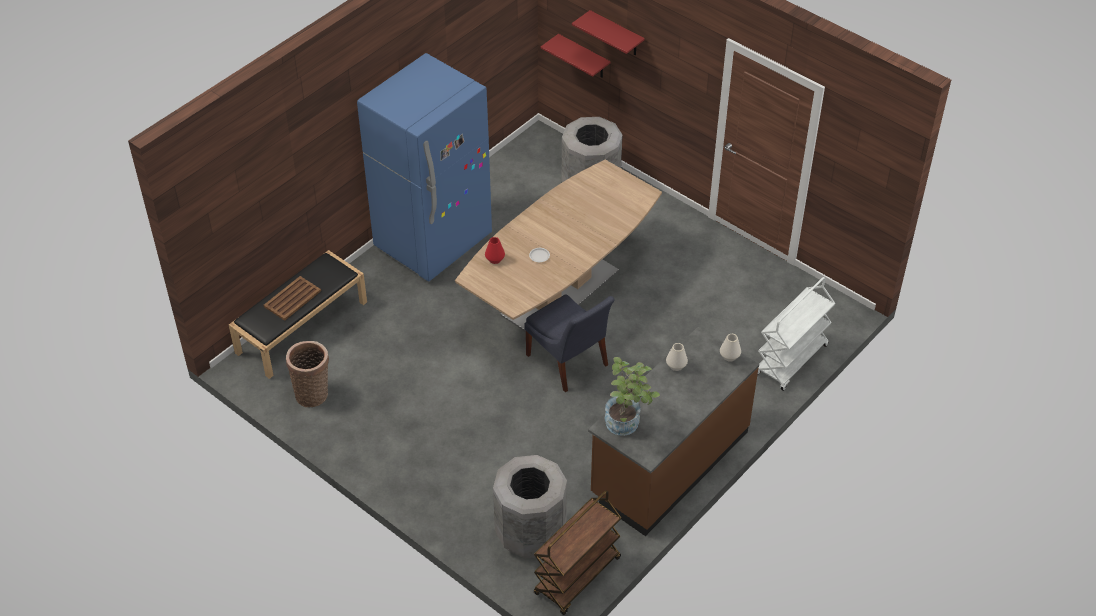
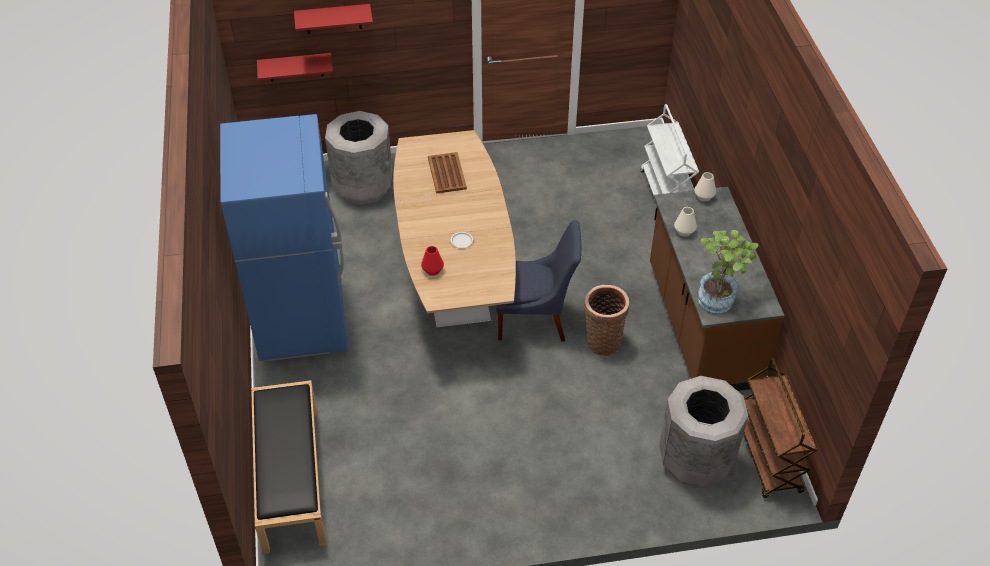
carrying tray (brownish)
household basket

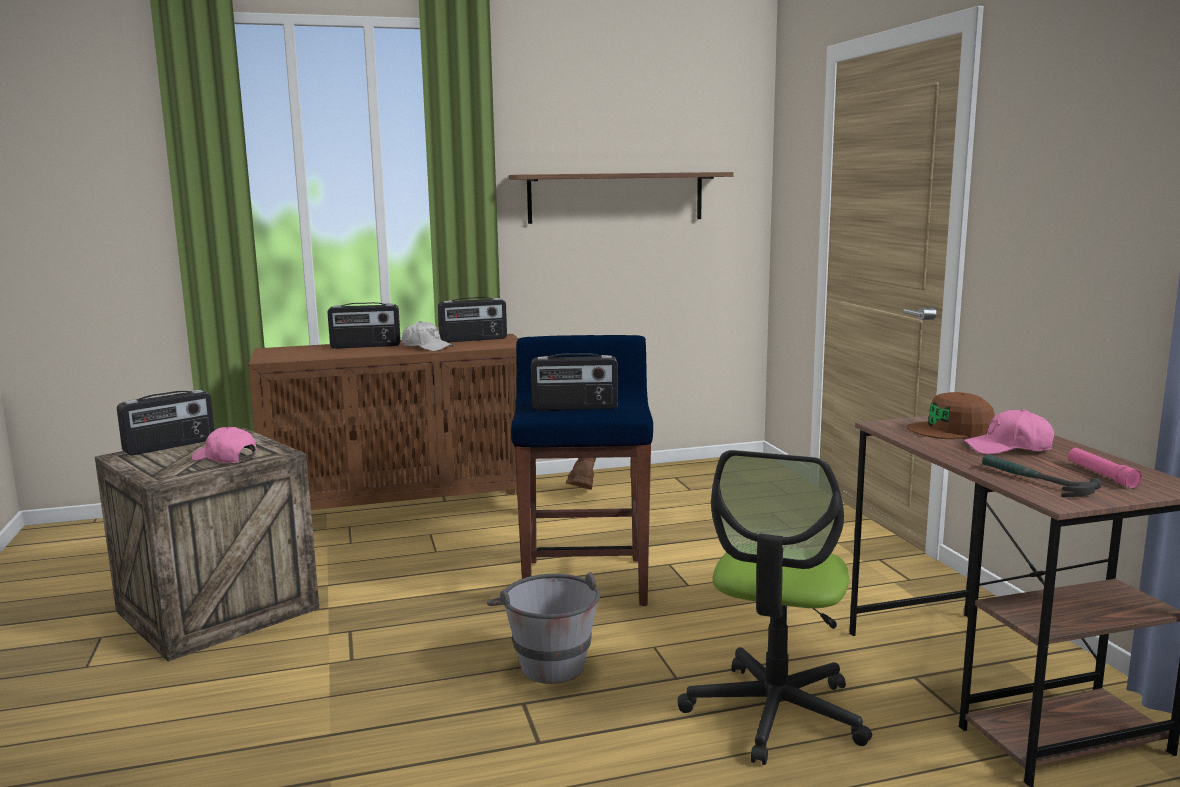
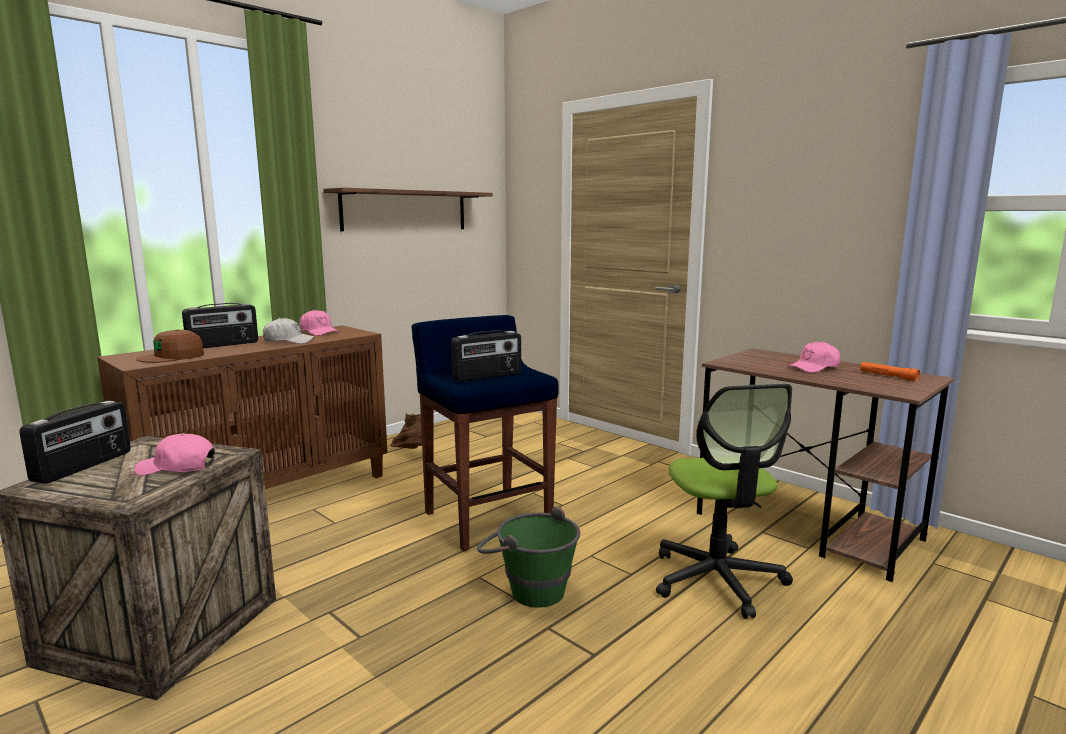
baseball cap (pink-coloured) (2nd from left)
water bucket (green)
baseball cap (brownish)
hammer
flashlight (orange-coloured)

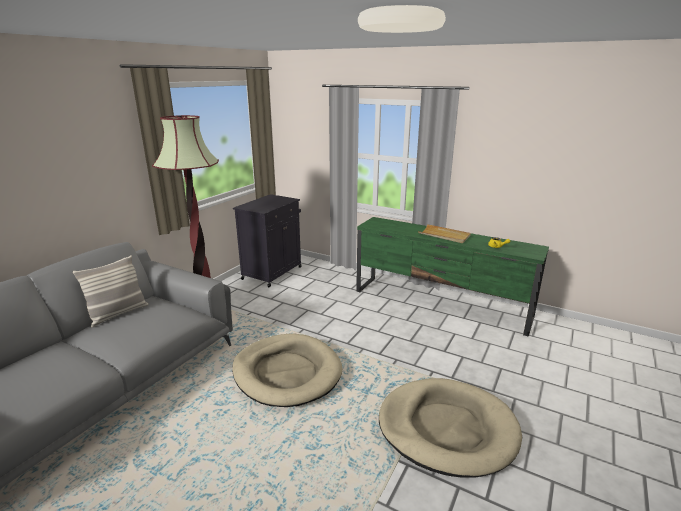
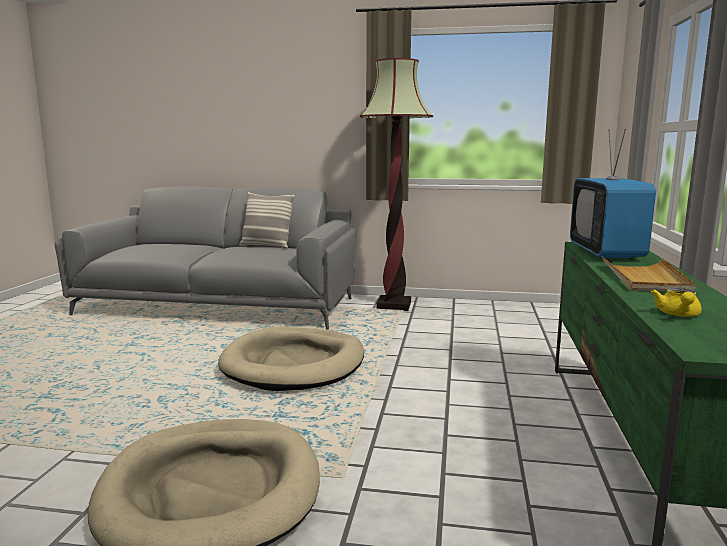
storage cabinet (black-coloured)
TV

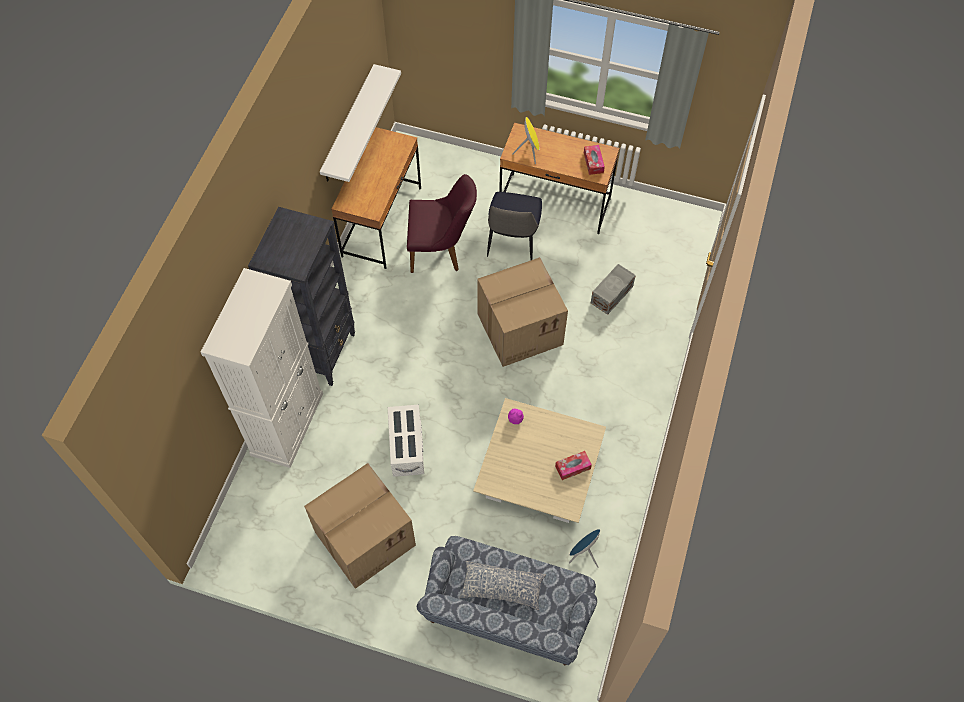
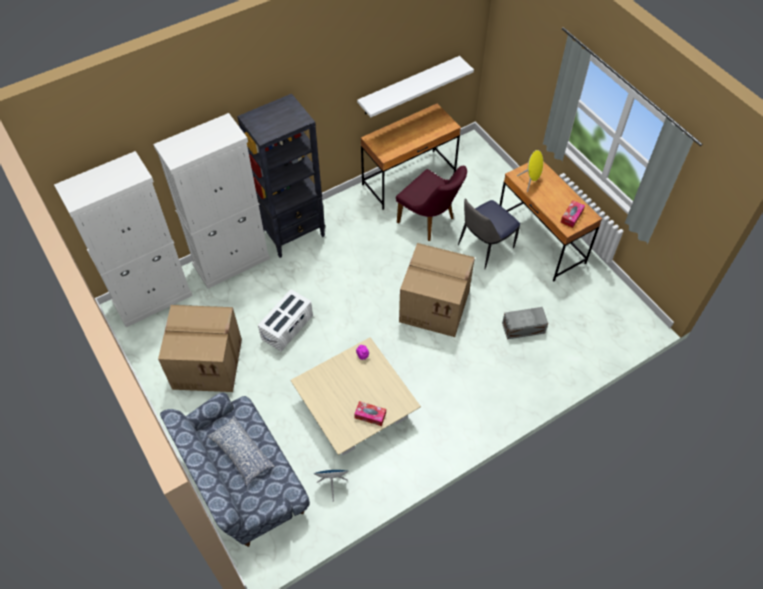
storage cabinet (white) (1st from left)

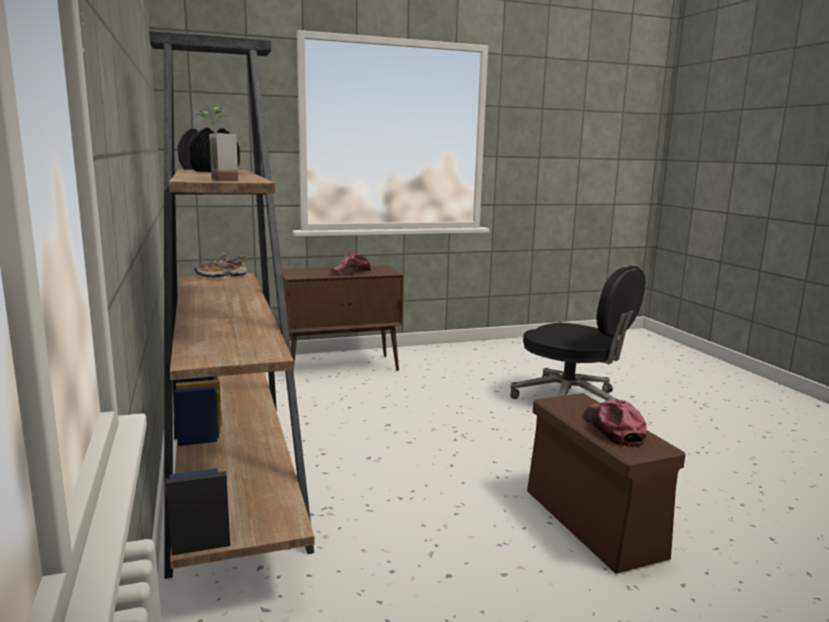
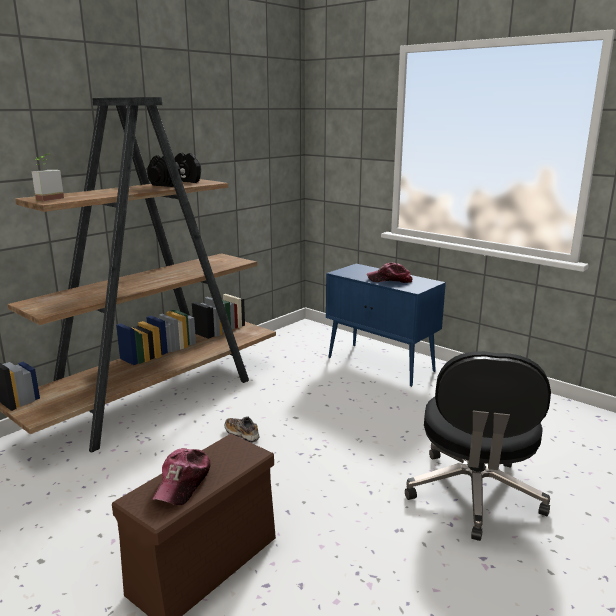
shoe
storage cabinet (blue)
baseball cap (1st from left)

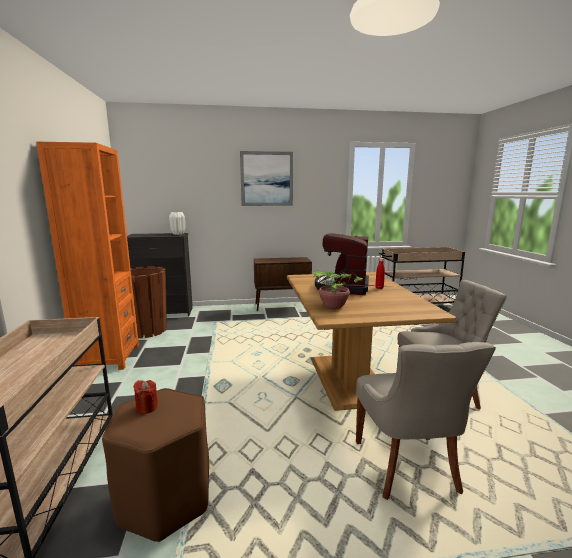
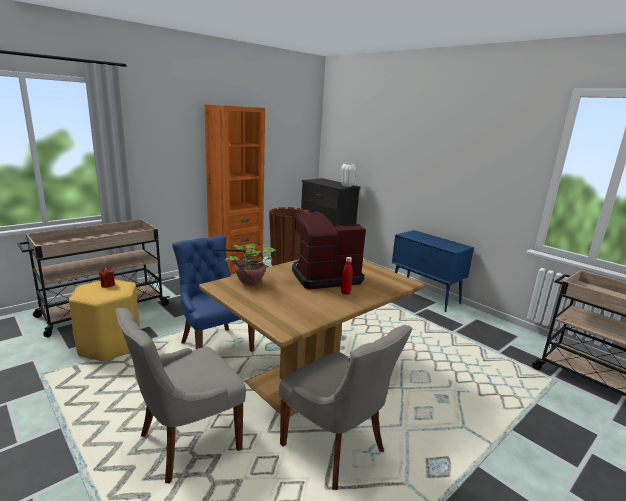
sitting stool (yellow)
picture
storage cabinet (blue)
plain chair (blue)

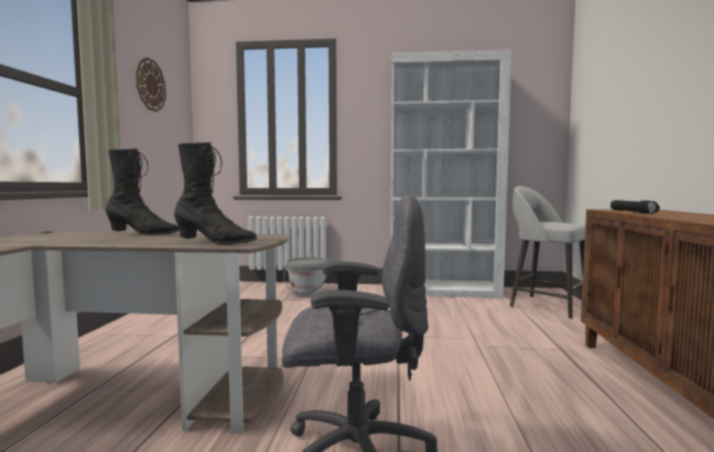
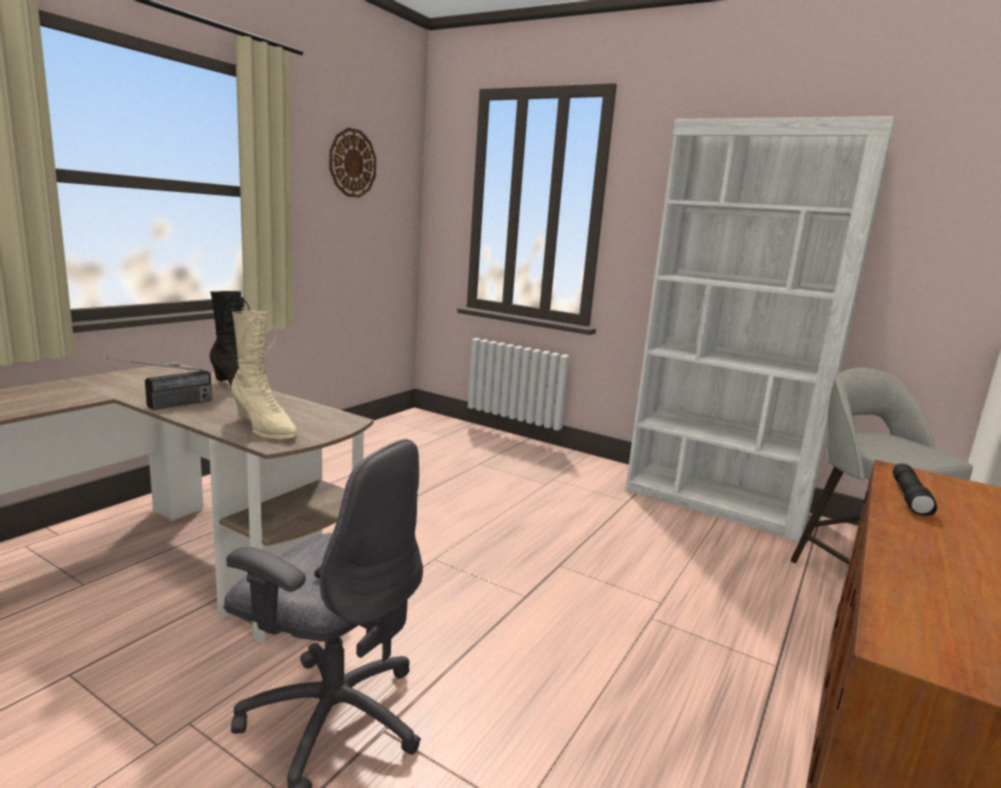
boot (beige-coloured)
water bucket (greyish)
radio receiver

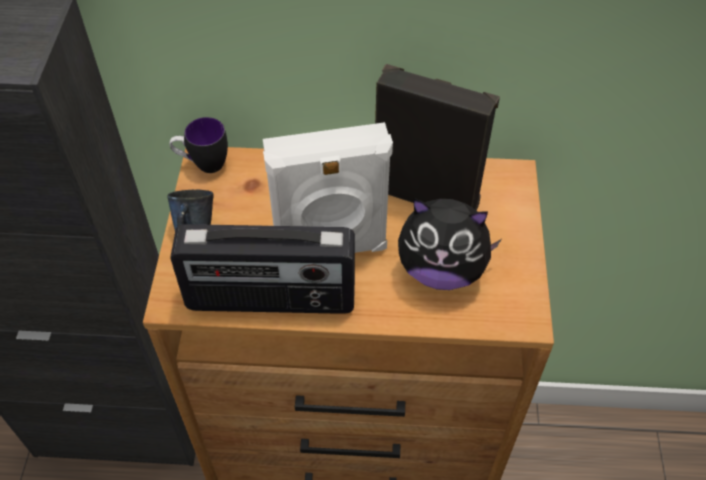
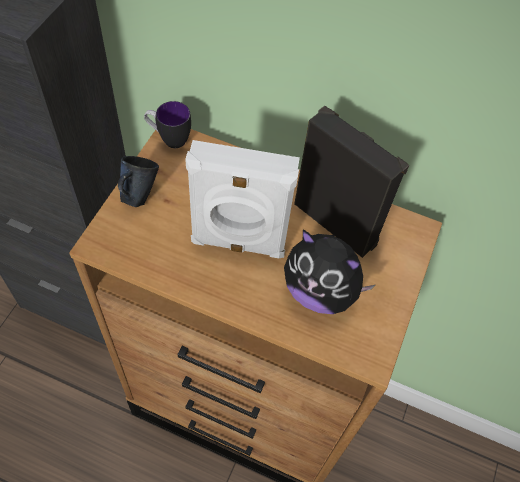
radio receiver

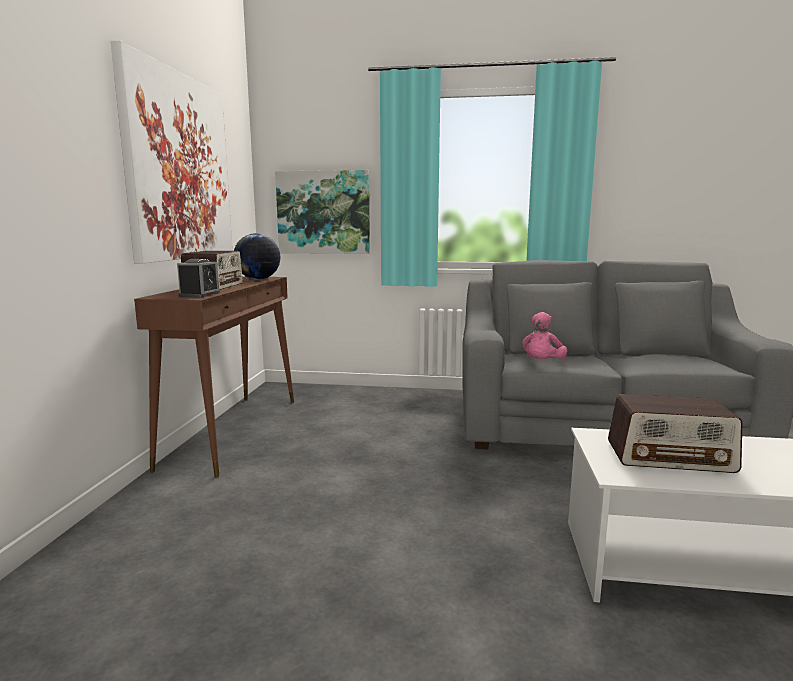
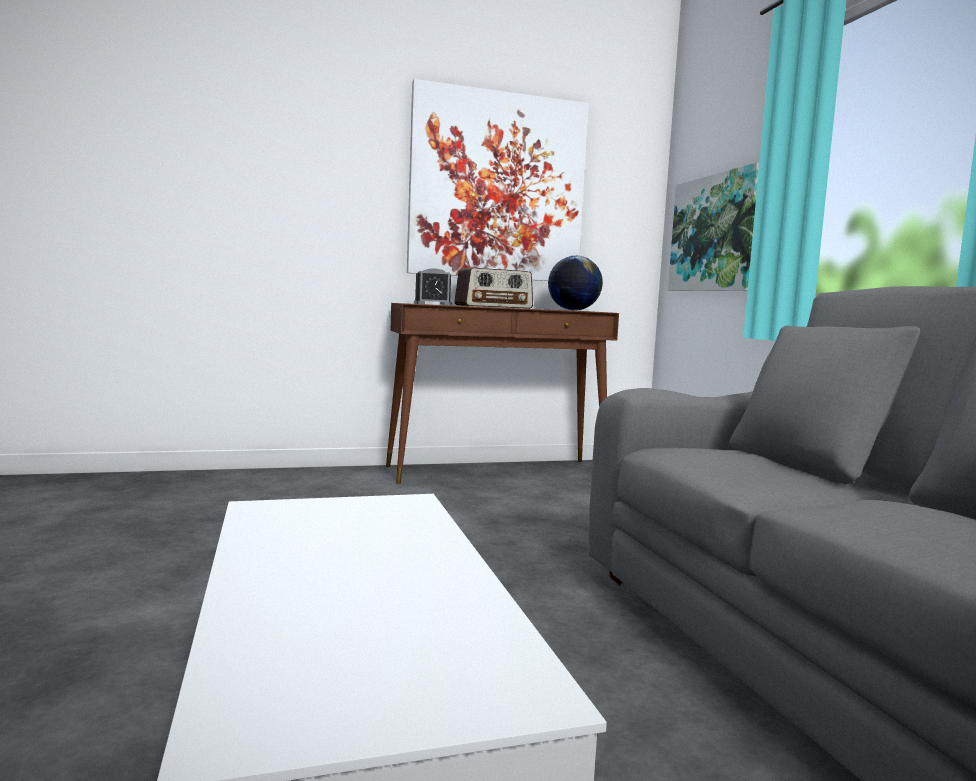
plush toy (pink-coloured)
radio receiver (2nd from left in the first image)

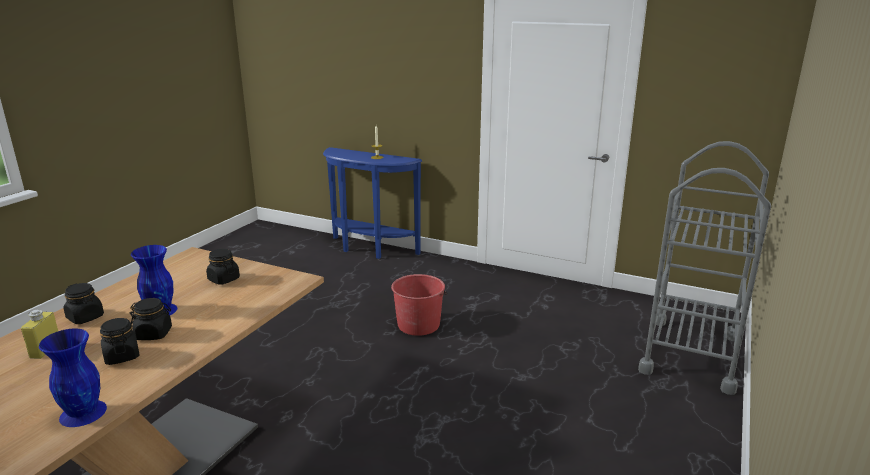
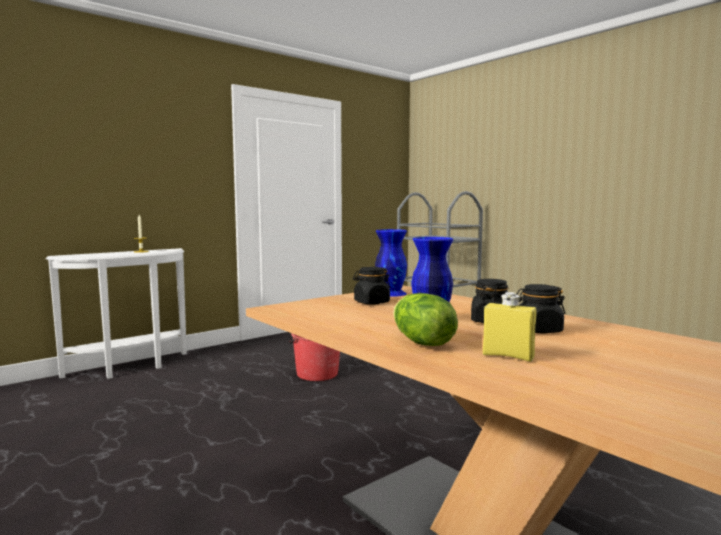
flower vase (blue) (1st from left)
lettuce
narrow table (white)

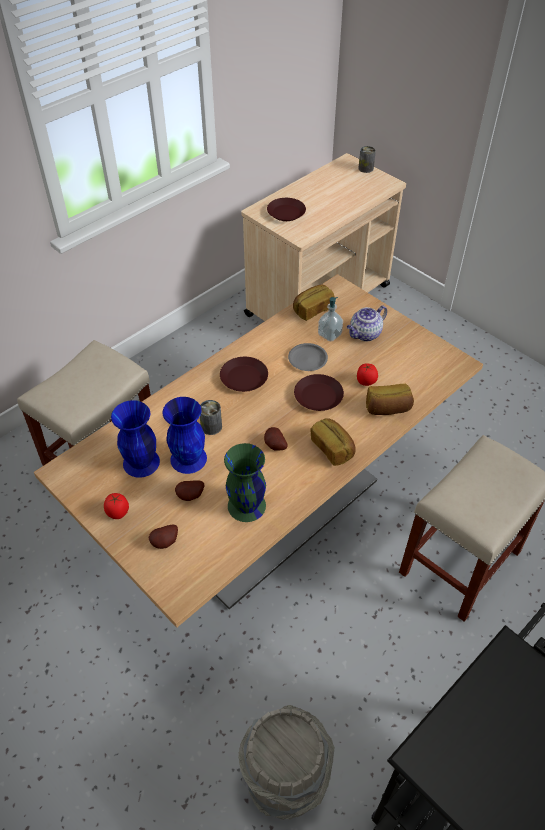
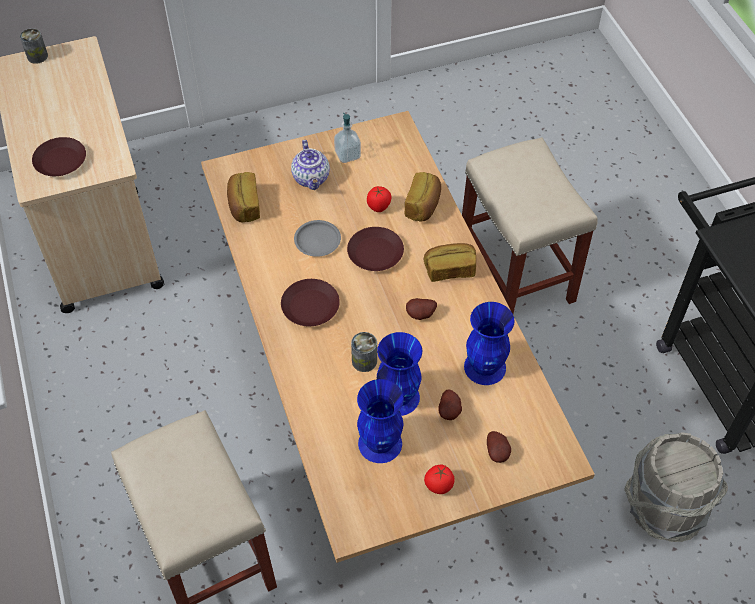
flower vase (blue) (3rd from left)
soap bottle

